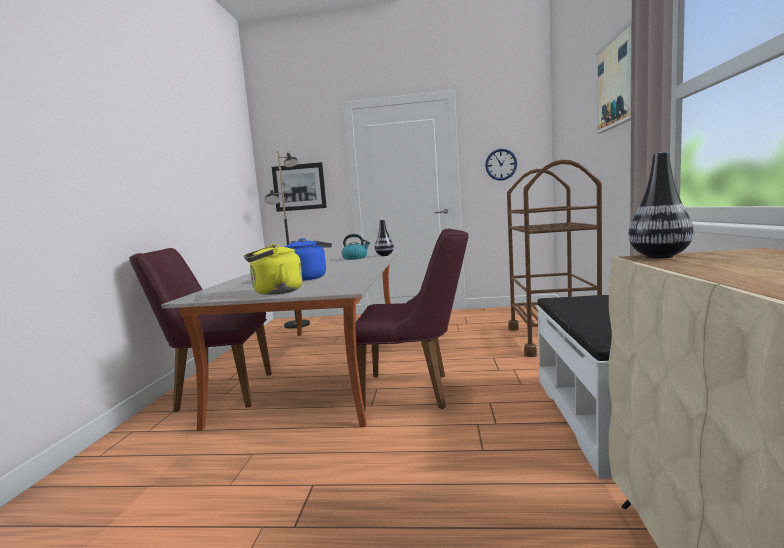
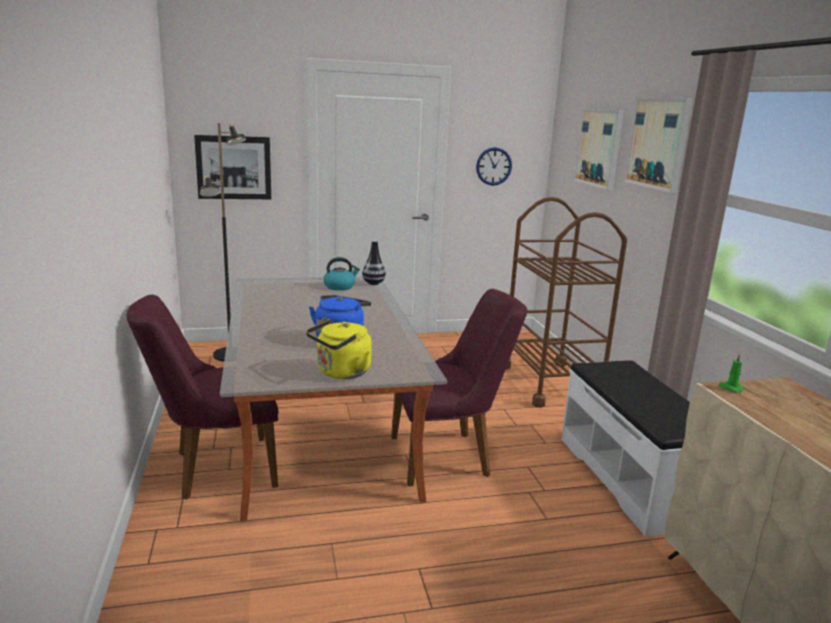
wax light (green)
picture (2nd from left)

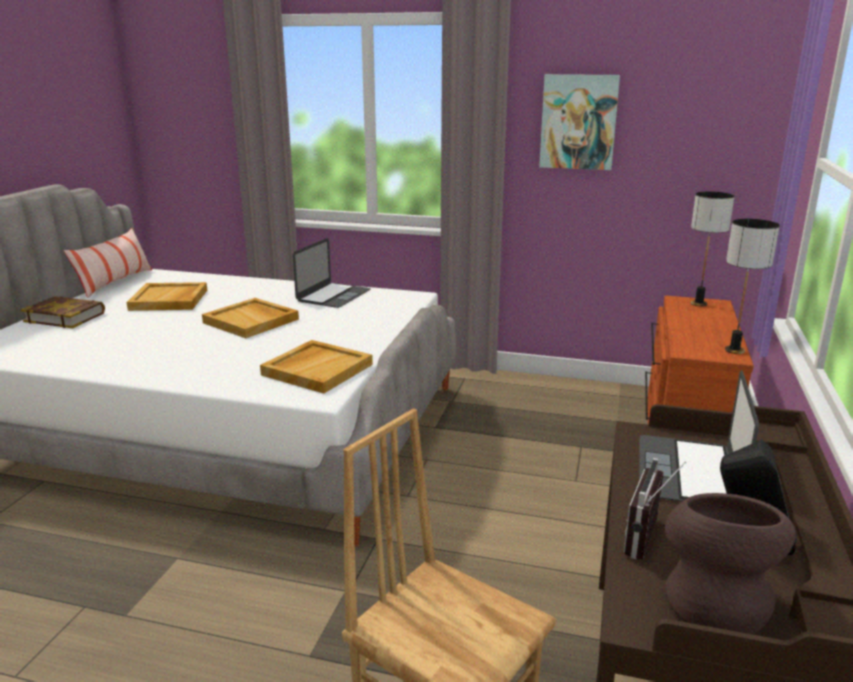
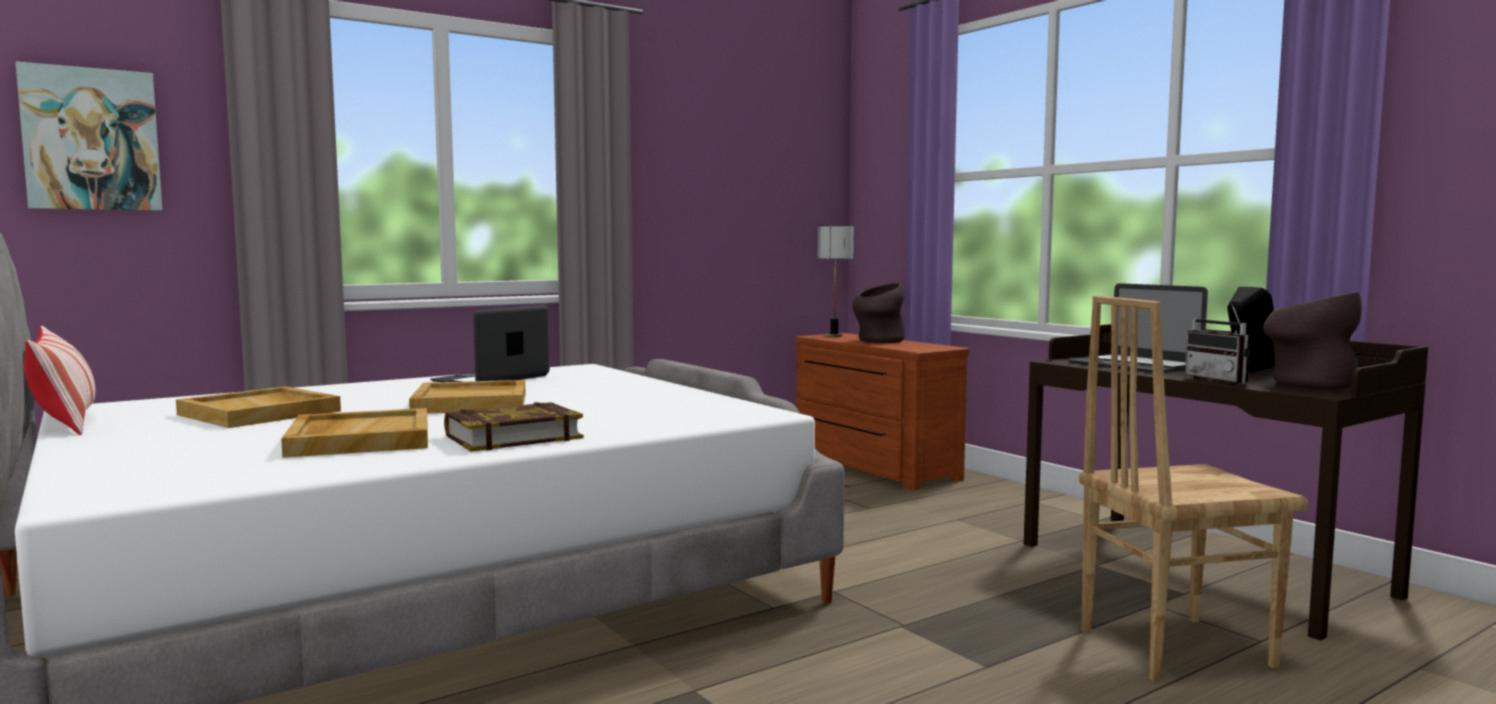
book
carrying tray (beige-coloured) (2nd from left)
laptop (1st from left)
picture
table lamp (2nd from left in the first image)
flower vase (brownish) (1st from left)

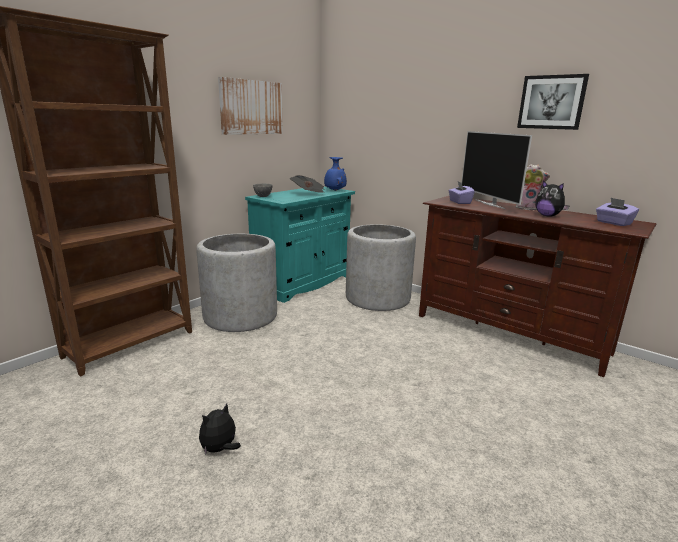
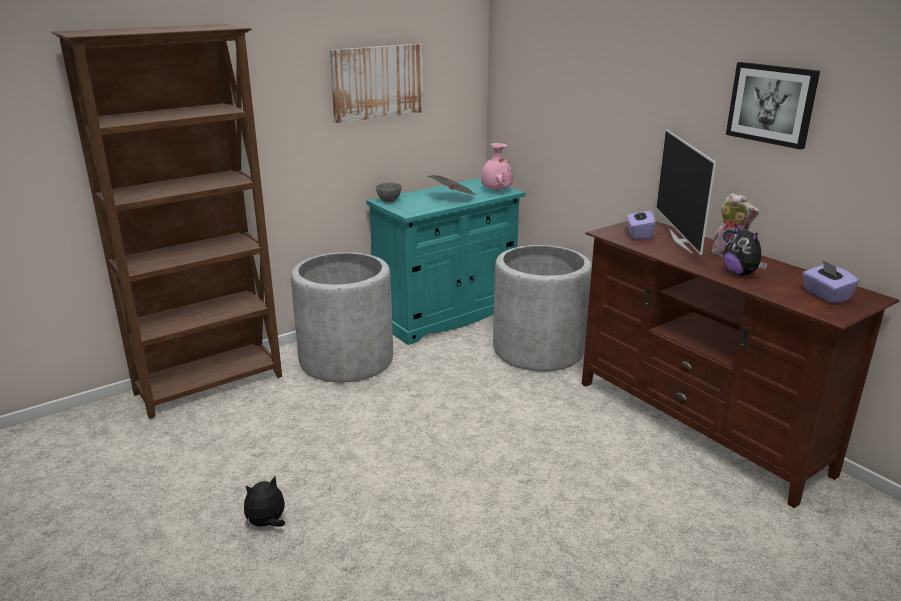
flower vase (pink-coloured)

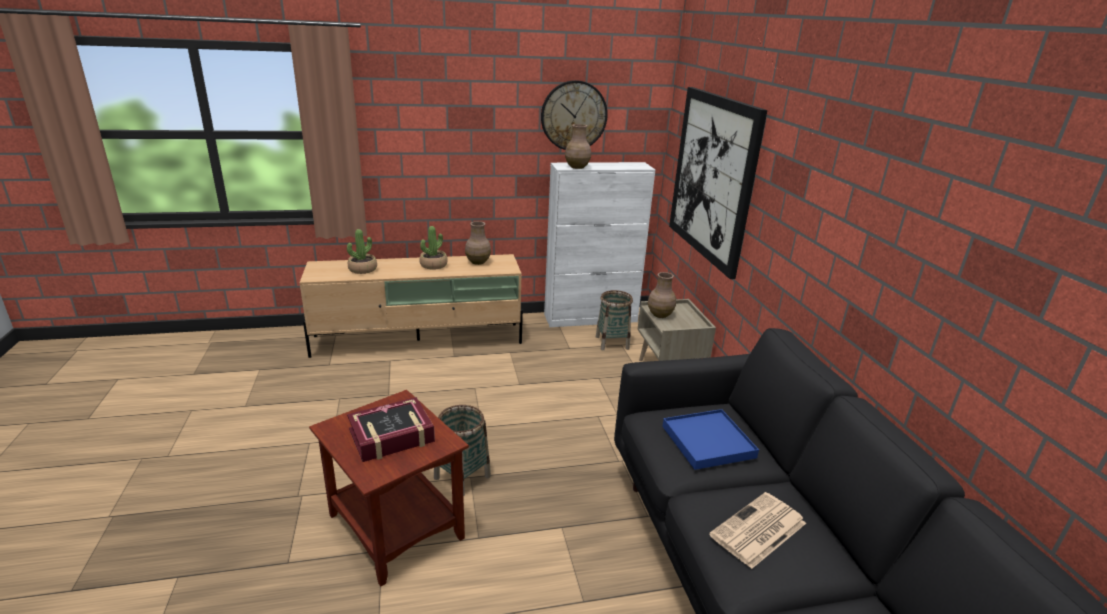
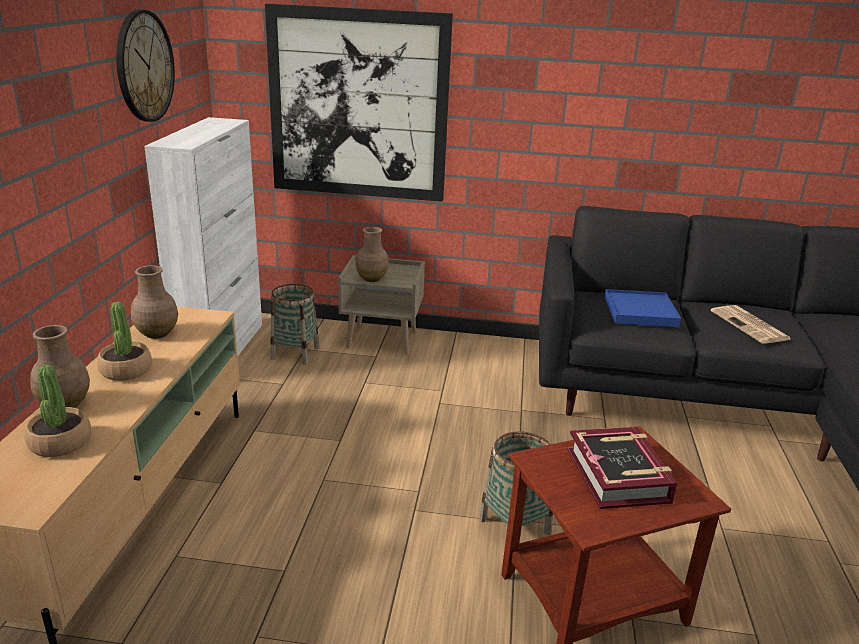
flower vase (brownish) (1st from left)

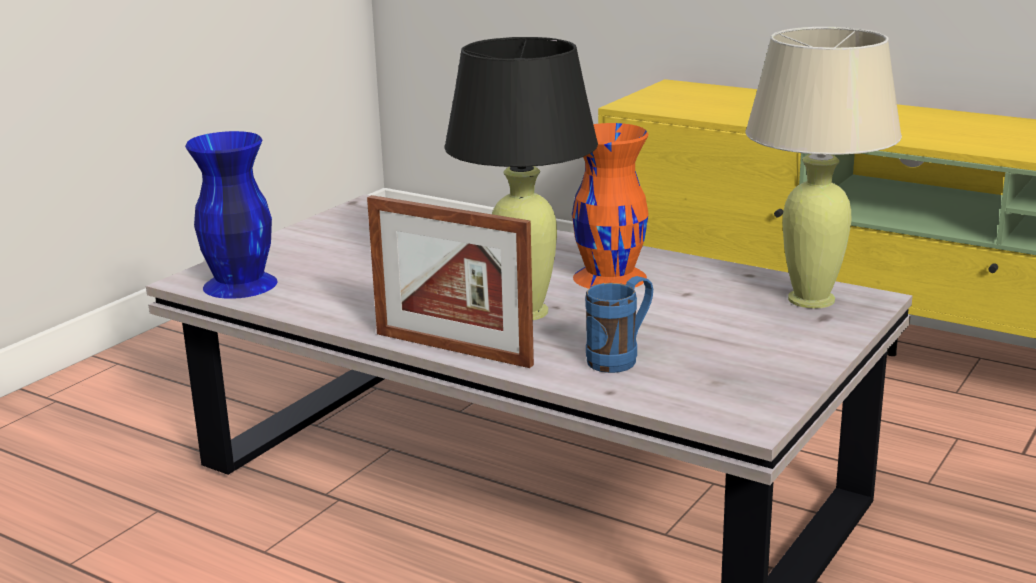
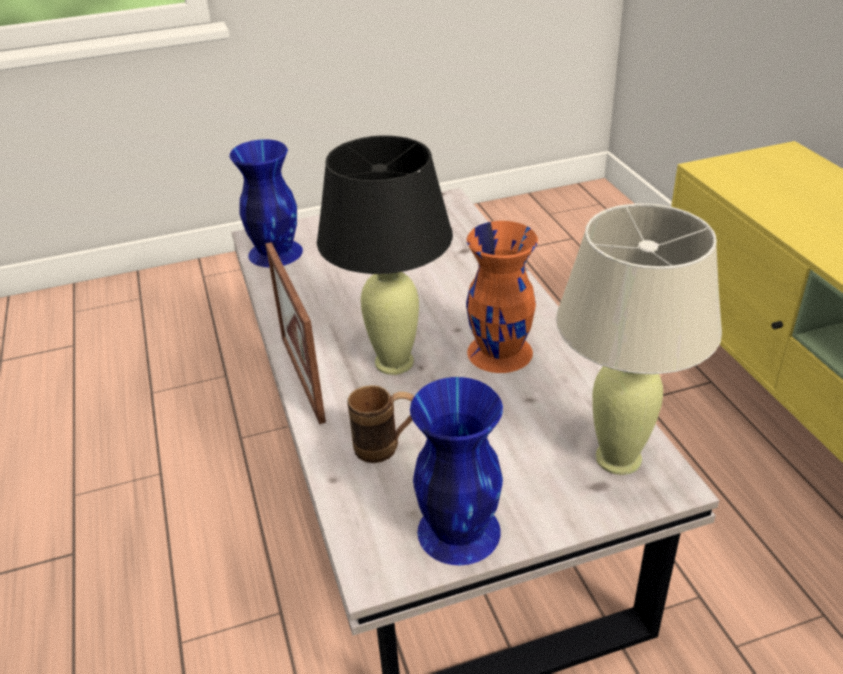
coffee mug (brownish)
flower vase (blue) (2nd from left)

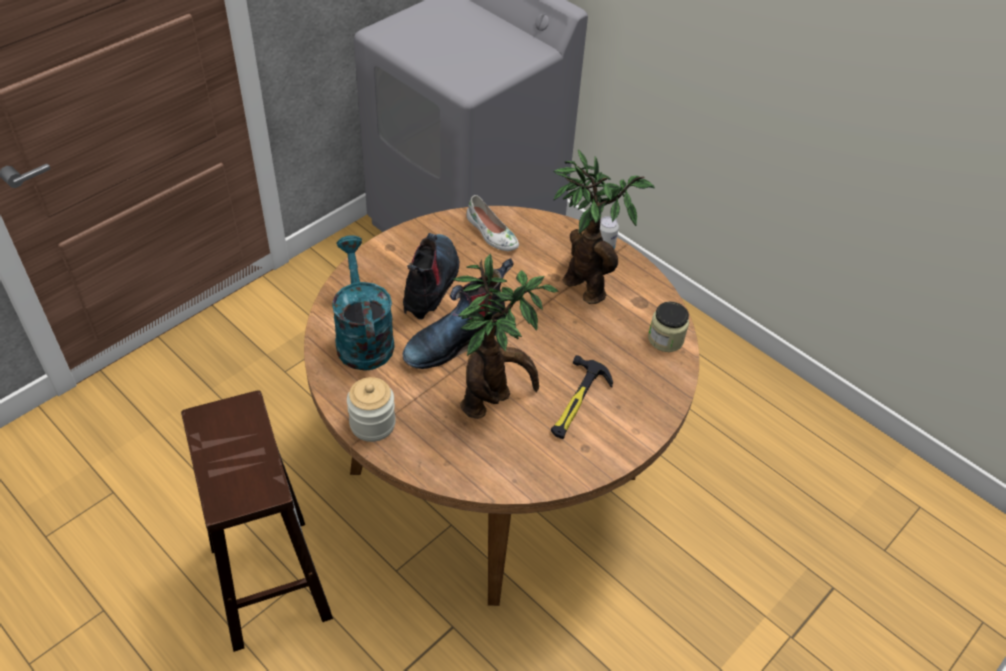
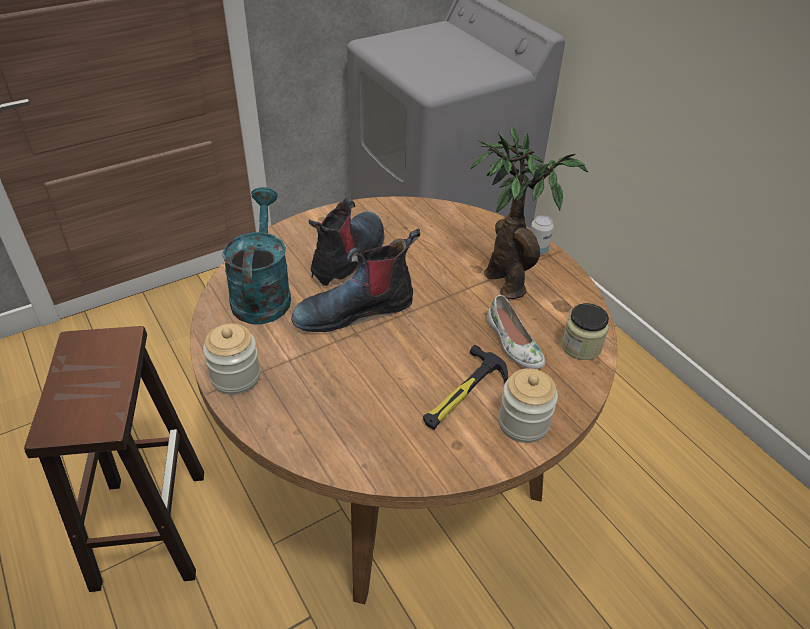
plant in a pot (1st from left in the first image)
shoe (white)
storage jar (2nd from left)

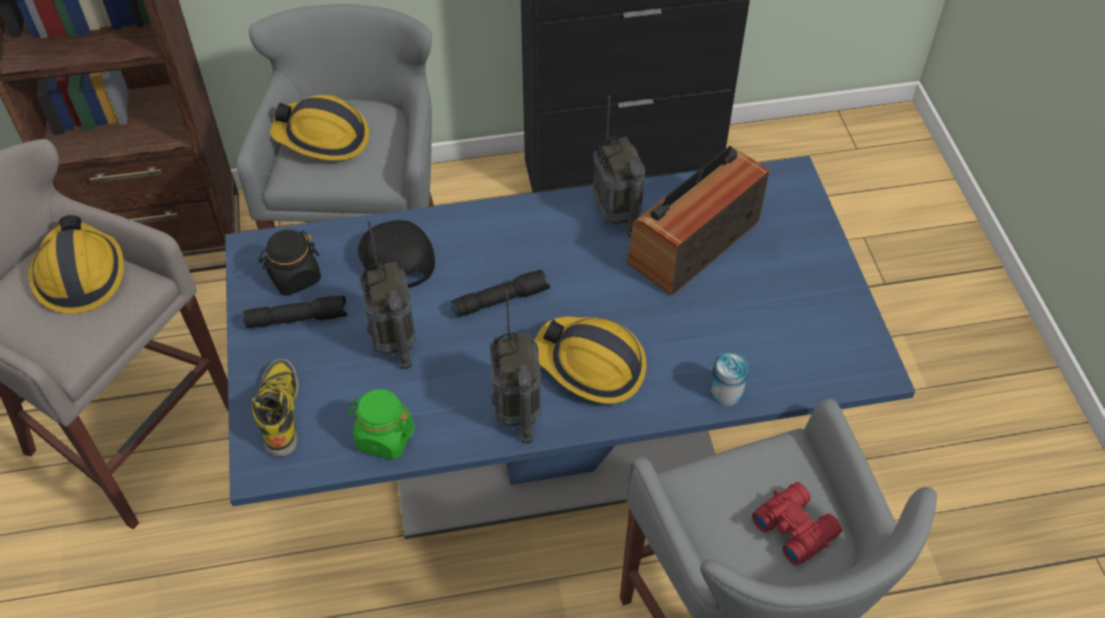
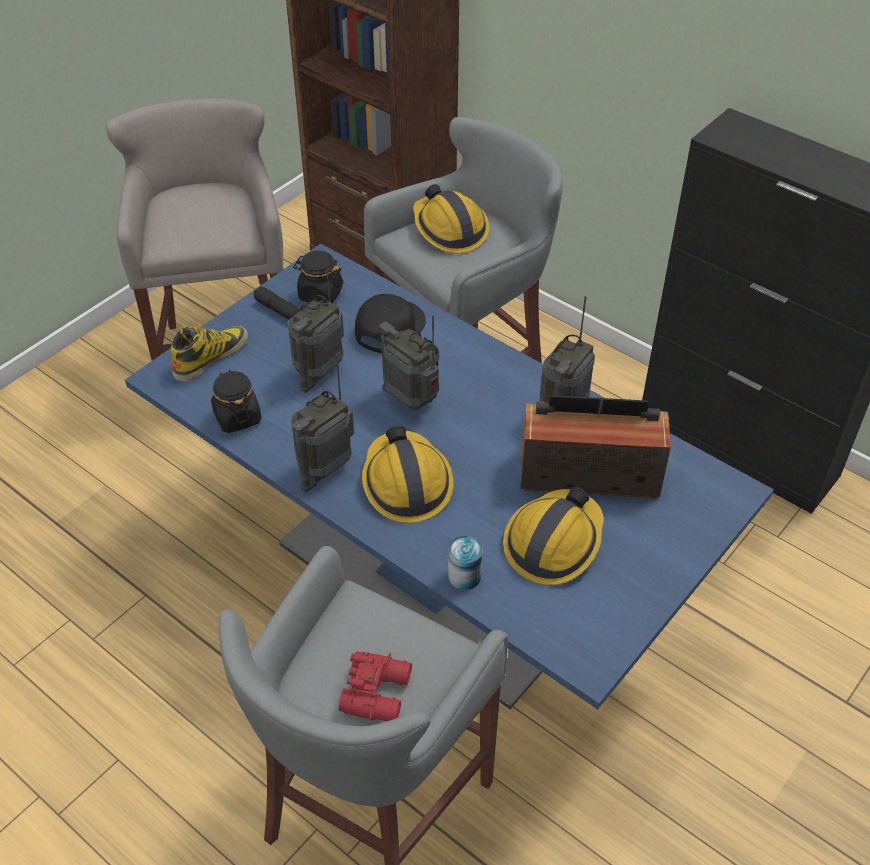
safety helmet (3rd from left)
storage jar (black-coloured) (1st from left)
radio receiver (3rd from left)

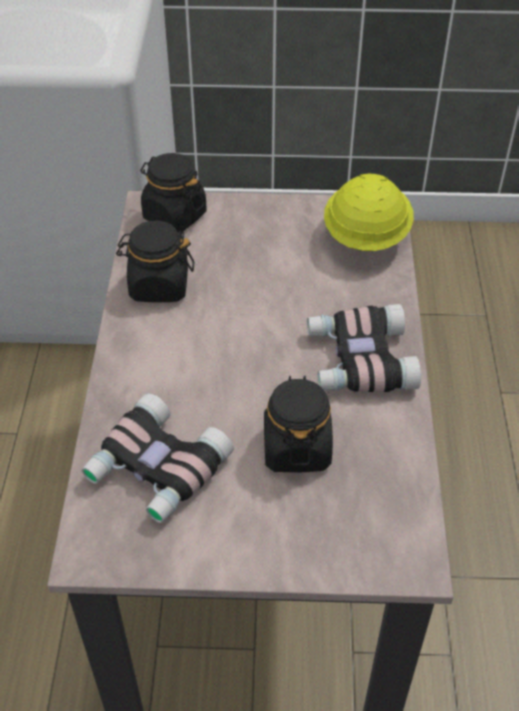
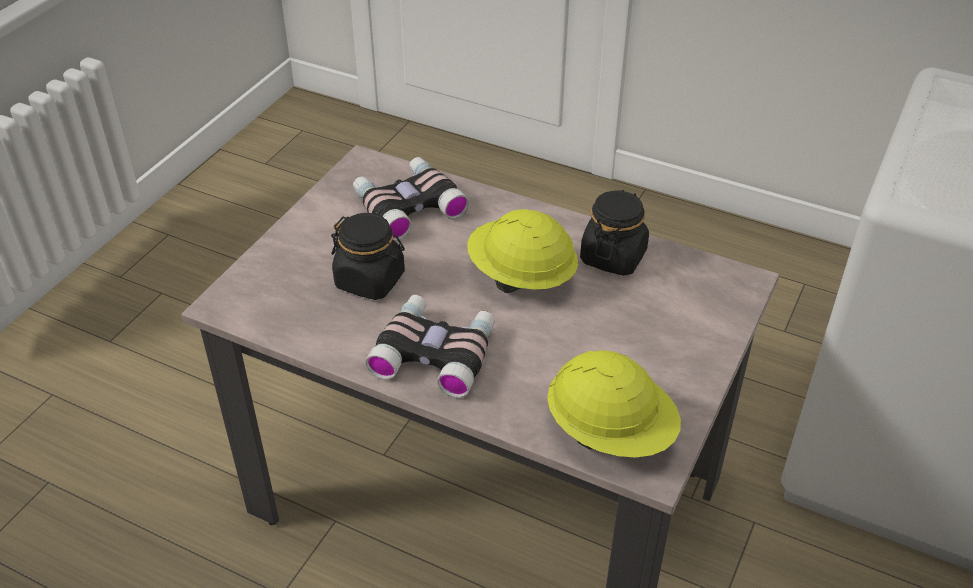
storage jar (black-coloured) (2nd from left in the first image)
safety helmet (yellow) (1st from left)

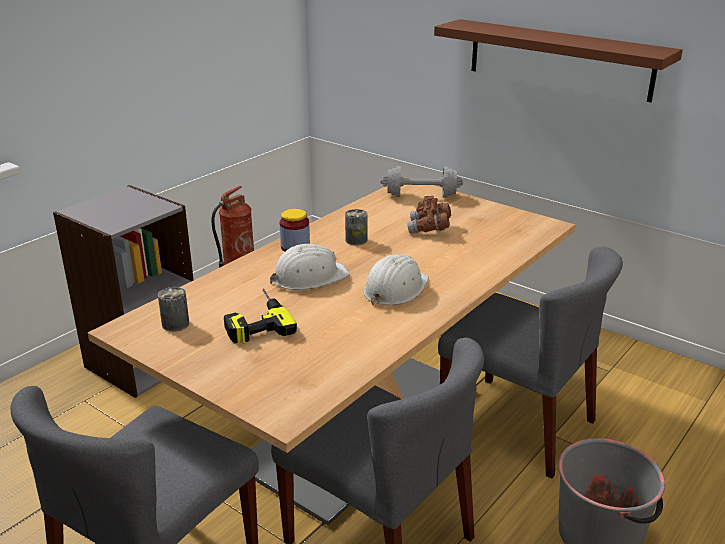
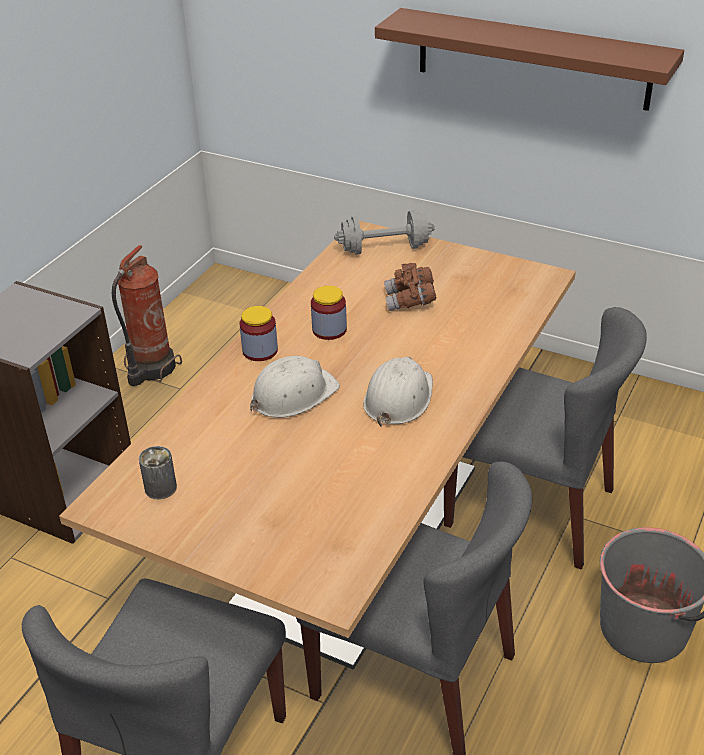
drill
storage jar (2nd from left)

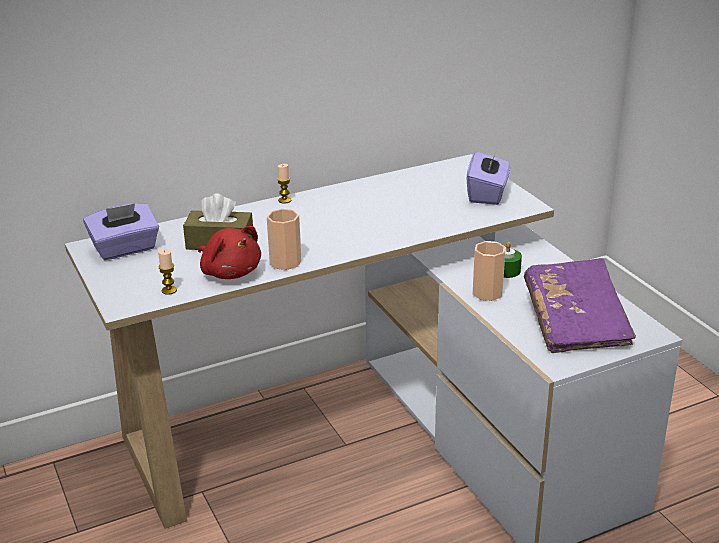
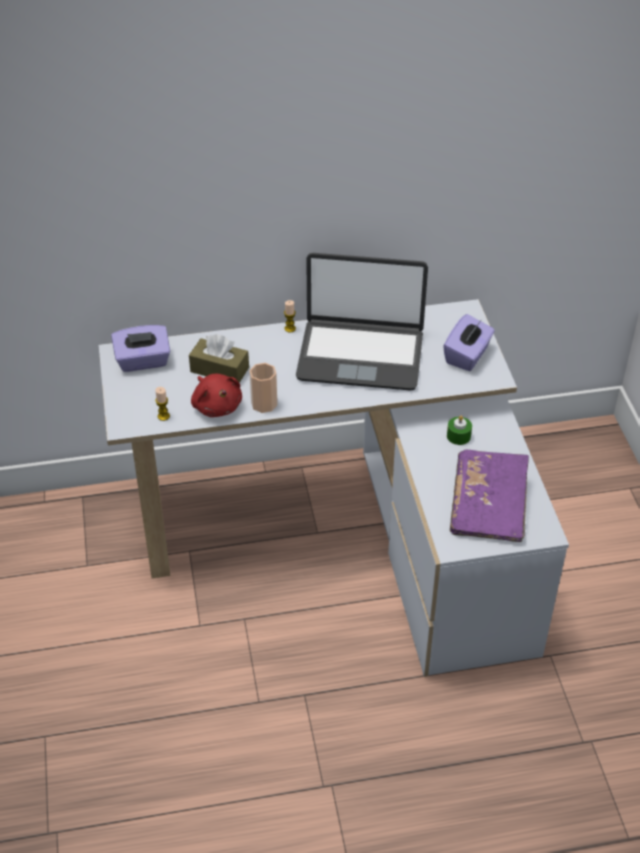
drinking cup (2nd from left in the first image)
laptop

